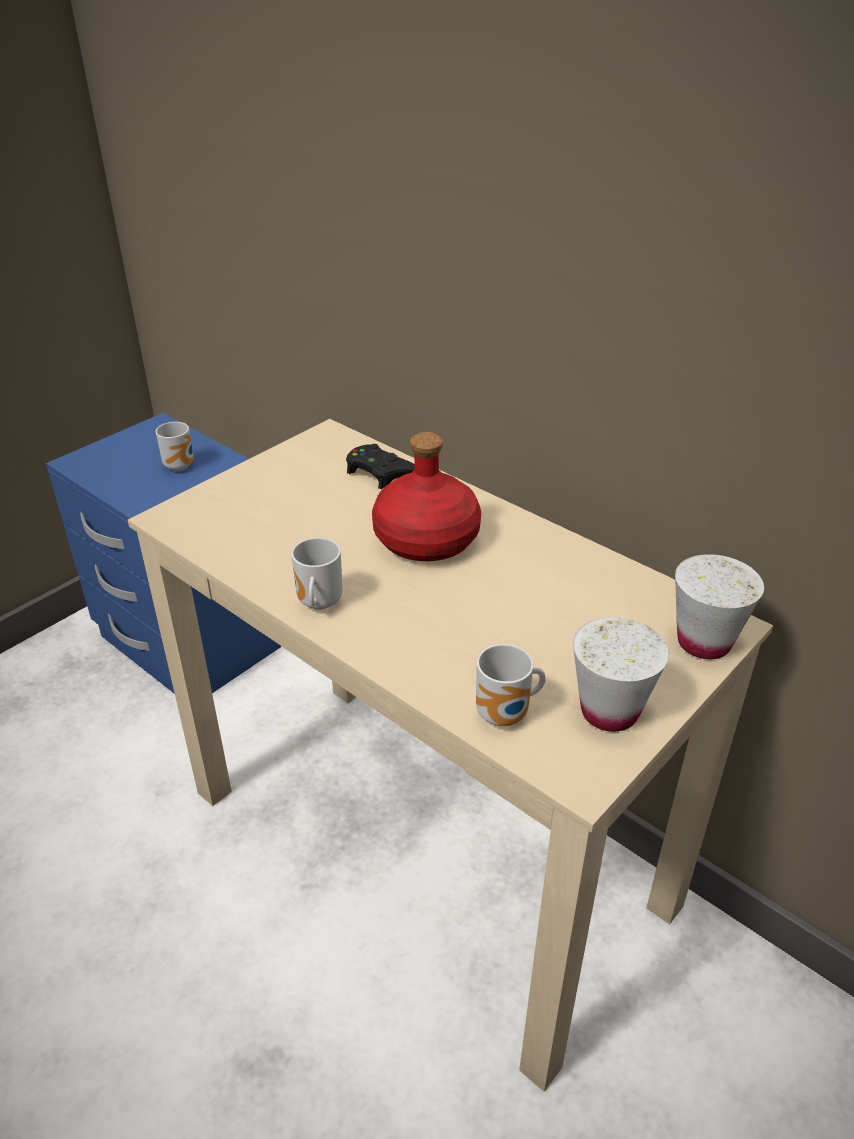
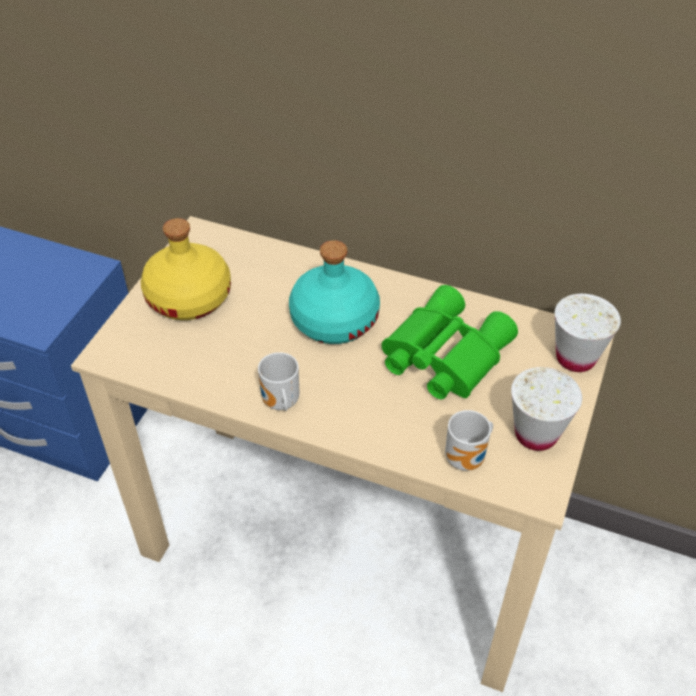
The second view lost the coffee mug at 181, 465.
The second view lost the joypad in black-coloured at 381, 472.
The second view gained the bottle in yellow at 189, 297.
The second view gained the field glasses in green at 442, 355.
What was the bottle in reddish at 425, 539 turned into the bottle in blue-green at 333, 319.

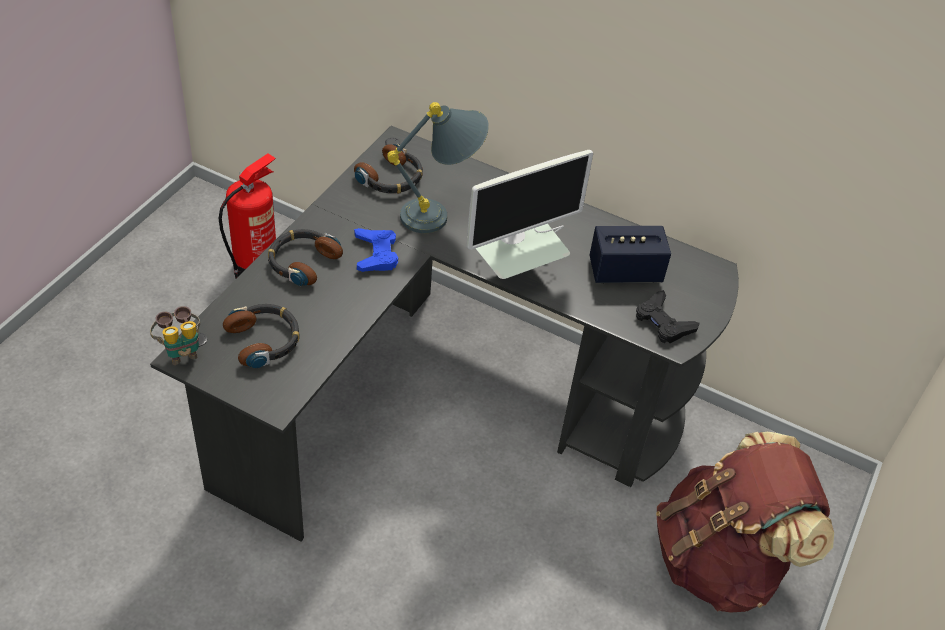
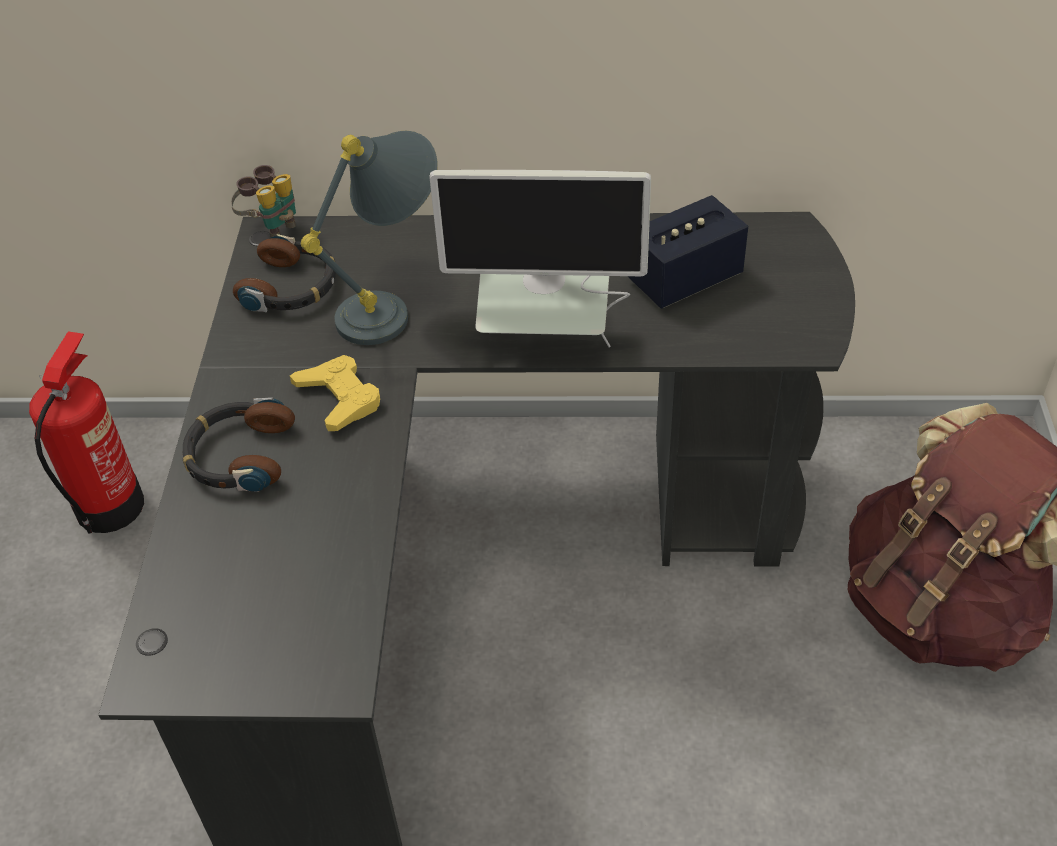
The second view lost the pair of headphones at 264, 340.
The second view lost the joypad in black-coloured at 663, 322.
The field glasses ended up elsewhere, having gone from 181, 350 to 271, 227.
What was the joypad in bluish at 376, 254 turned into the joypad in yellow at 339, 398.
The monitor at 513, 275 ended up facing another way, 60 degrees clockwise from before.

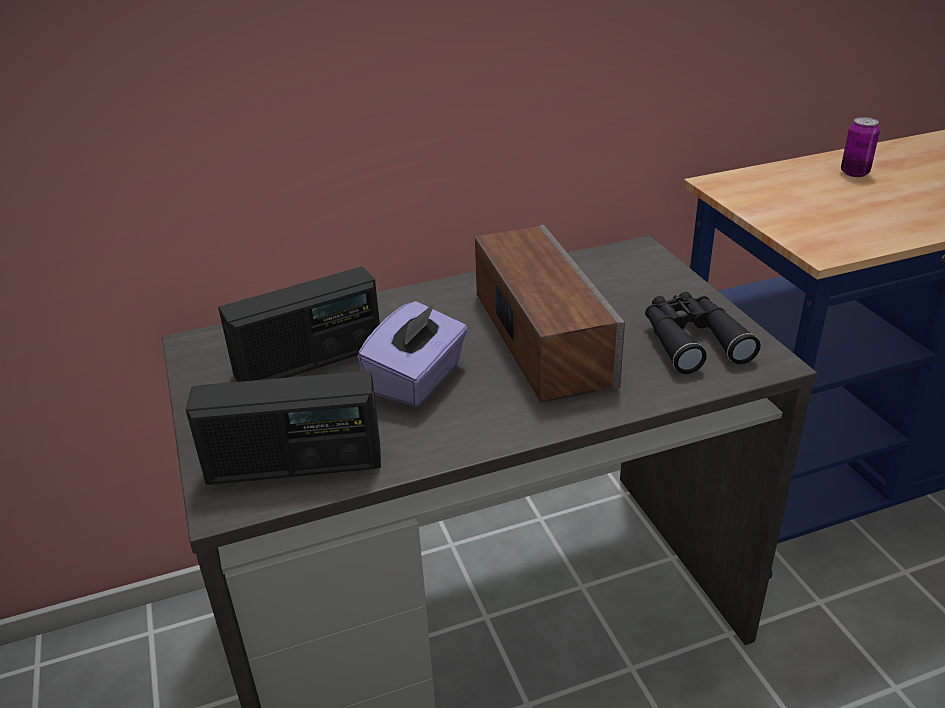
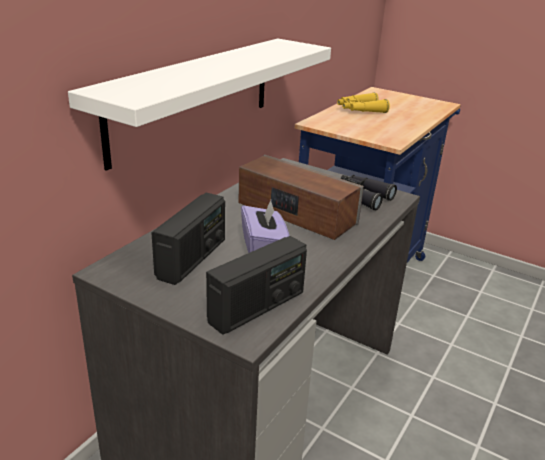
The second view gained the bracket shelf in whitish at 194, 97.
Where the sealed can stood at 854, 173, the field glasses in yellow came to stand at 360, 110.

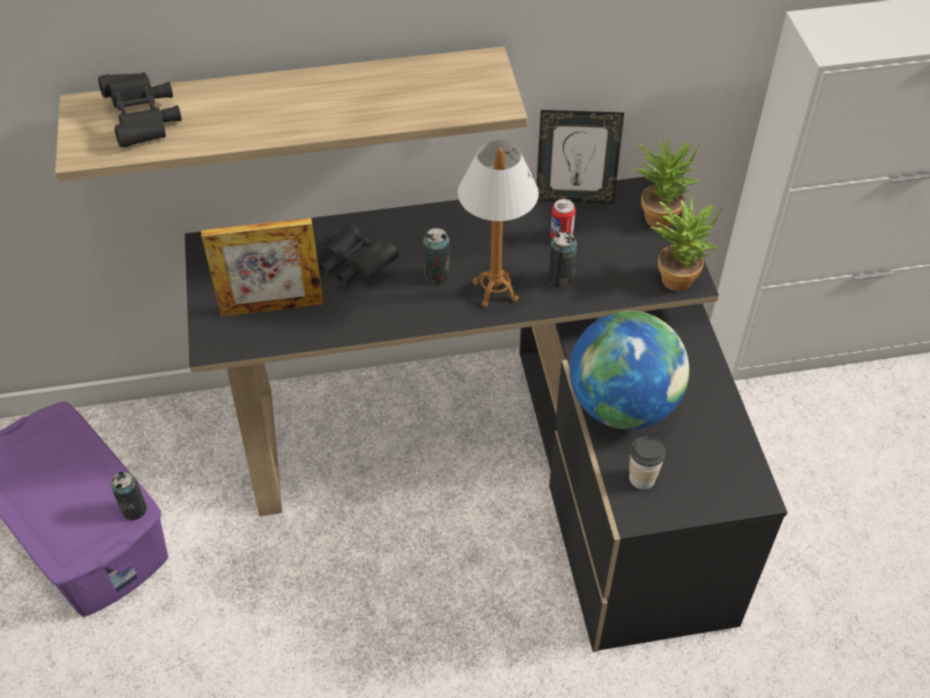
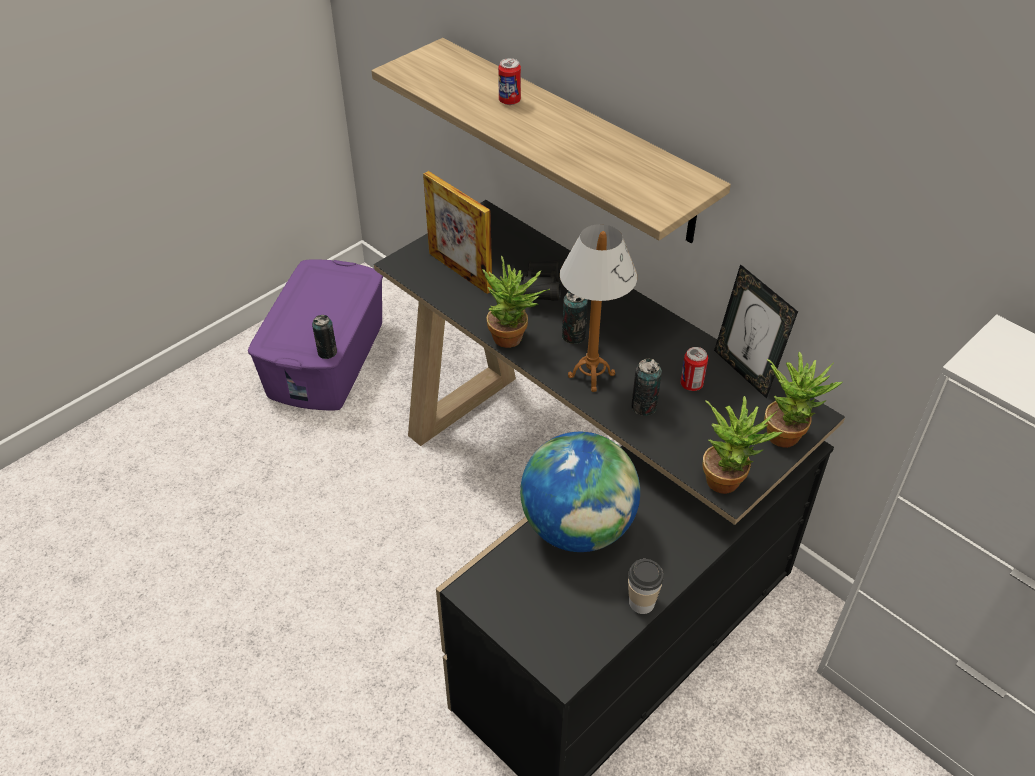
The second view lost the field glasses in black-coloured at 144, 121.
The second view gained the plant in a pot at 513, 339.
The second view gained the sealed can at 509, 101.
The small cup ended up elsewhere, having gone from 642, 478 to 641, 602.

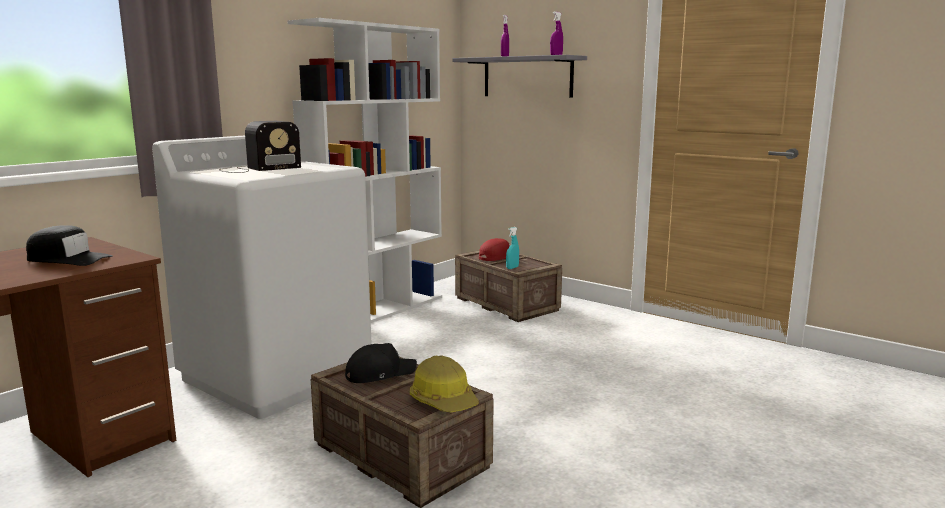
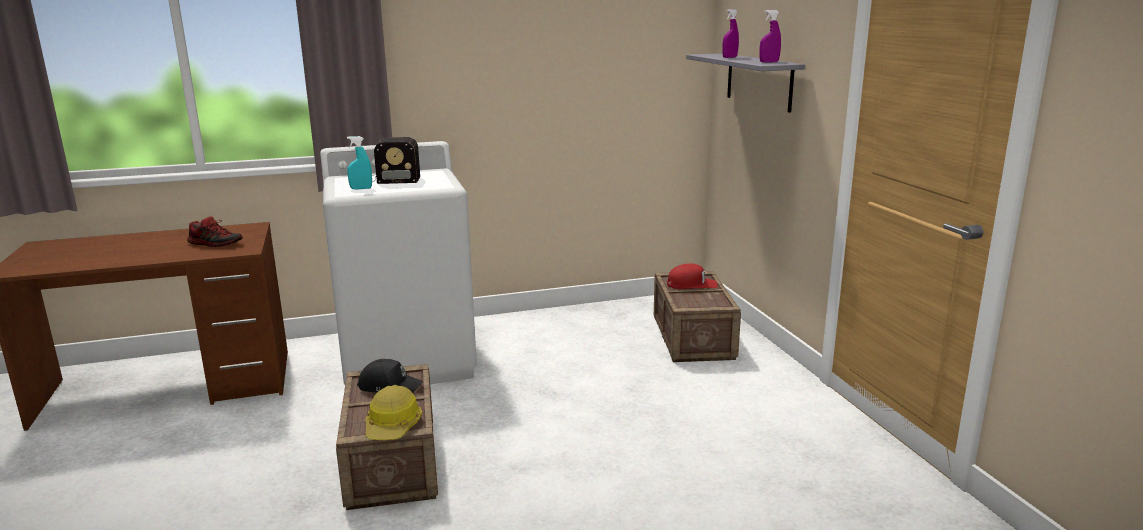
The second view lost the bookshelf in whitish at 378, 310.
The sprayer in blue-green ended up elsewhere, having gone from 512, 268 to 361, 188.
Where the baseball cap in black-coloured stood at 68, 259, the shoe came to stand at 215, 243.

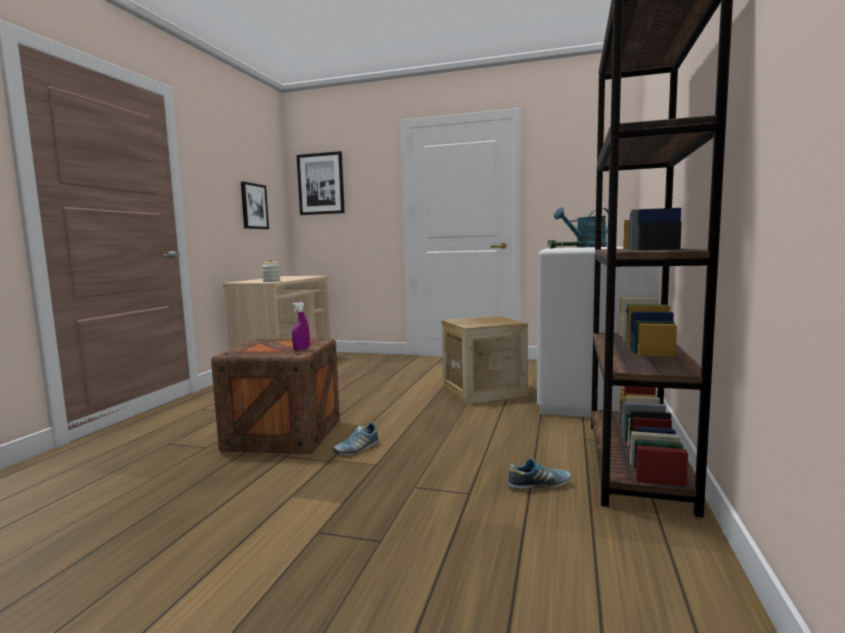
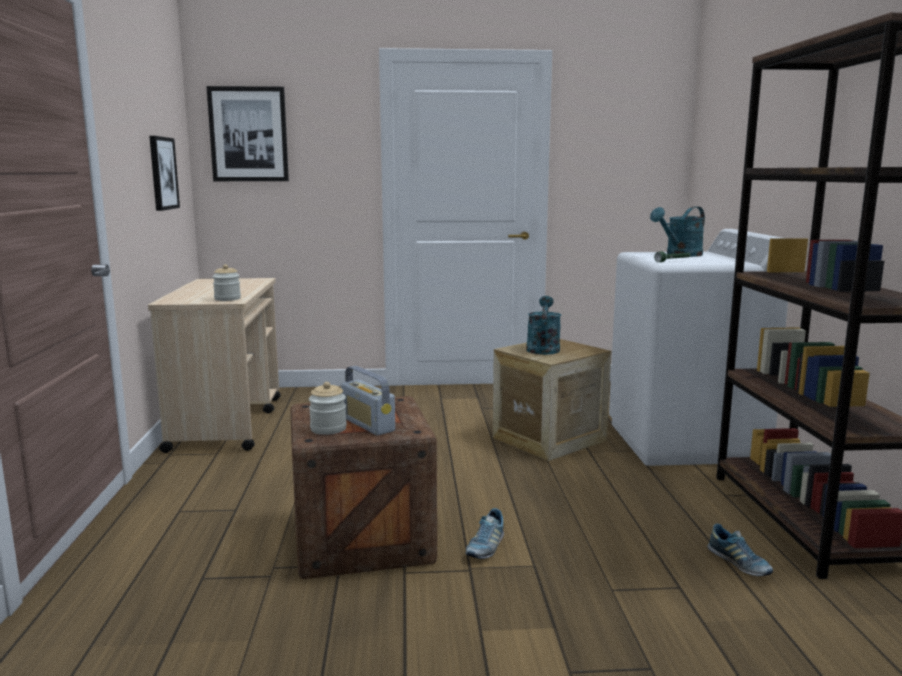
The second view lost the sprayer in purple at 301, 349.
The second view gained the jar at 328, 429.
The second view gained the radio set at 368, 424.
The second view gained the watering pot in blue-green at 543, 348.
The shoe at 539, 485 ended up facing another way, 90 degrees clockwise from before.

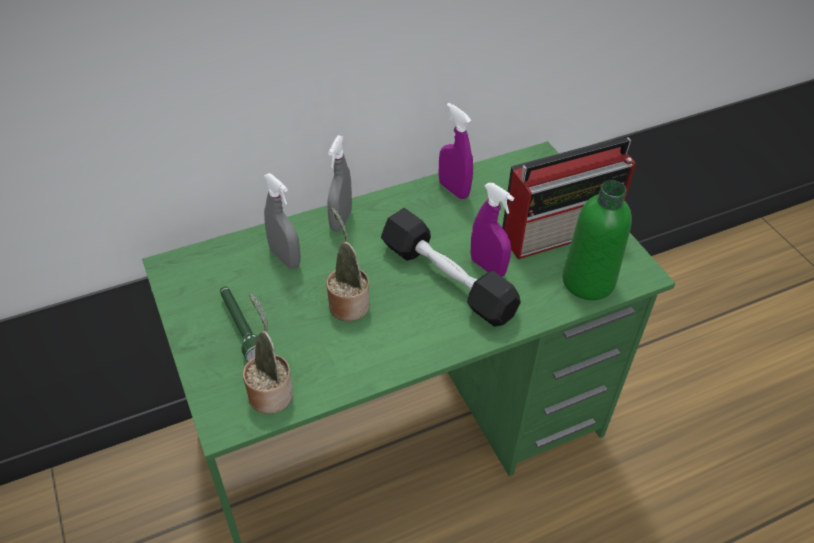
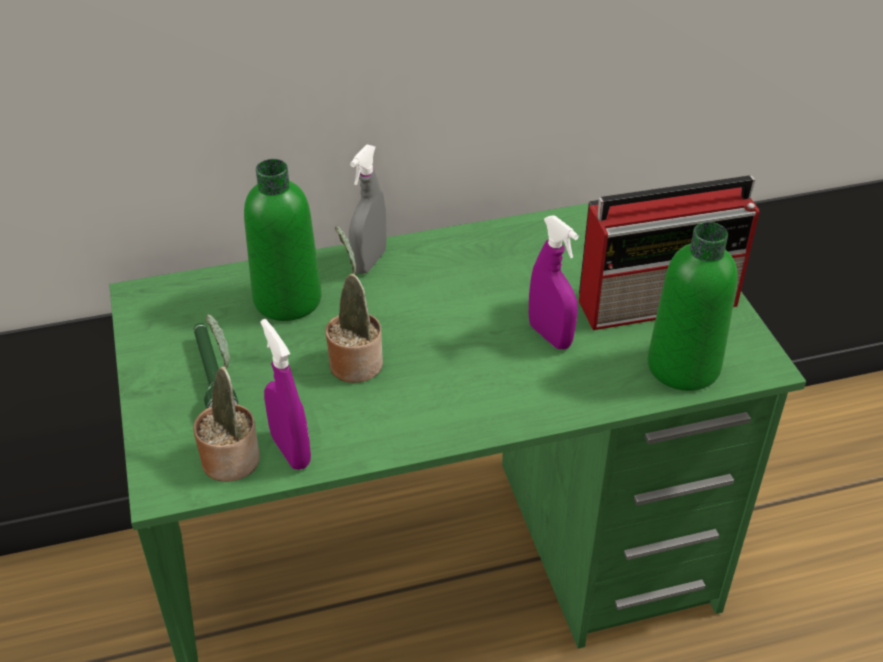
The second view lost the hand weight in black-coloured at 447, 279.
The sprayer in purple ended up elsewhere, having gone from 453, 190 to 290, 451.
Where the sprayer in grey stood at 285, 258, the bottle in green came to stand at 287, 300.

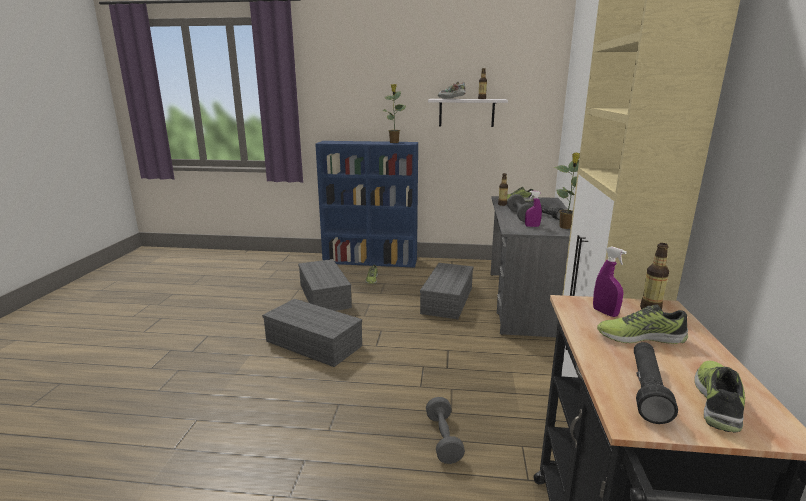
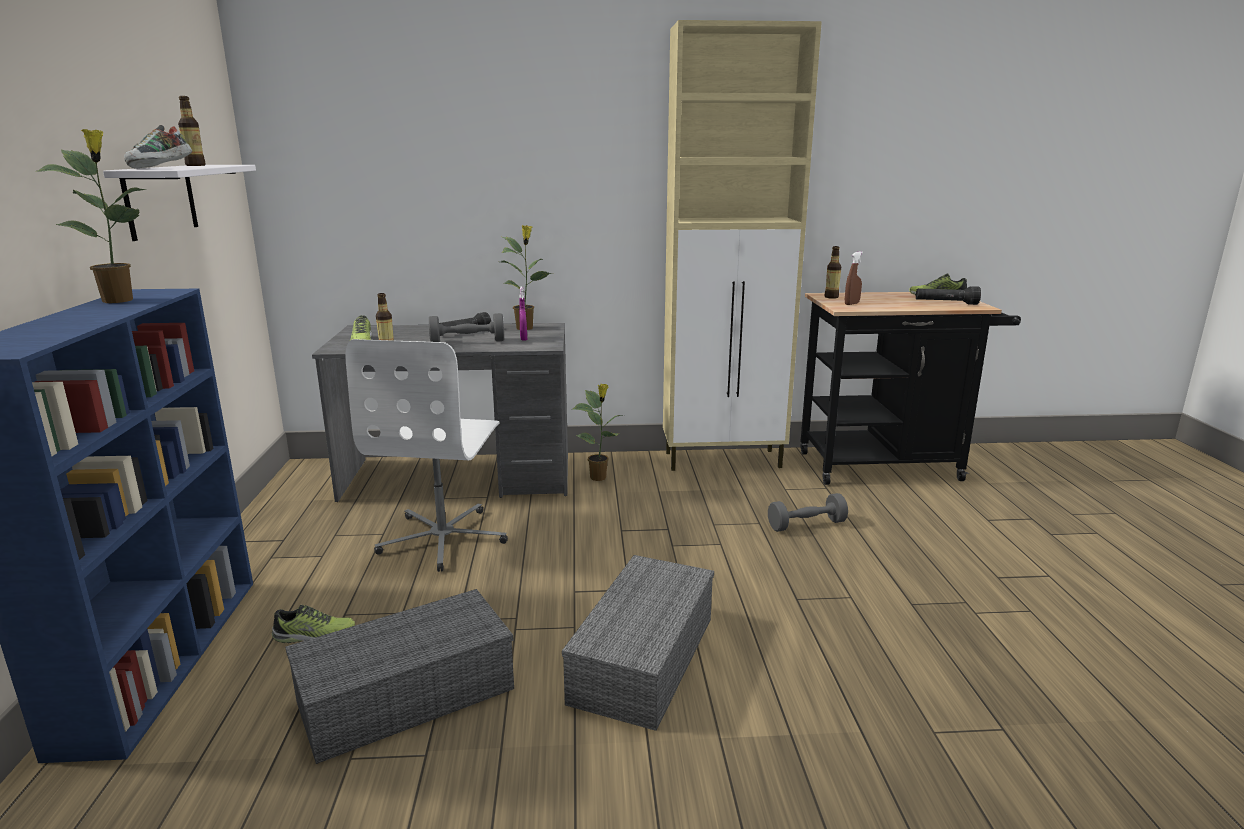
The second view lost the shoe at 639, 337.
The second view gained the plant in a pot at 599, 477.
Where the storage box in grey stood at 446, 299, the office chair in whitish came to stand at 444, 538.
What was the sprayer in purple at 605, 312 turned into the sprayer in brown-coloured at 851, 304.

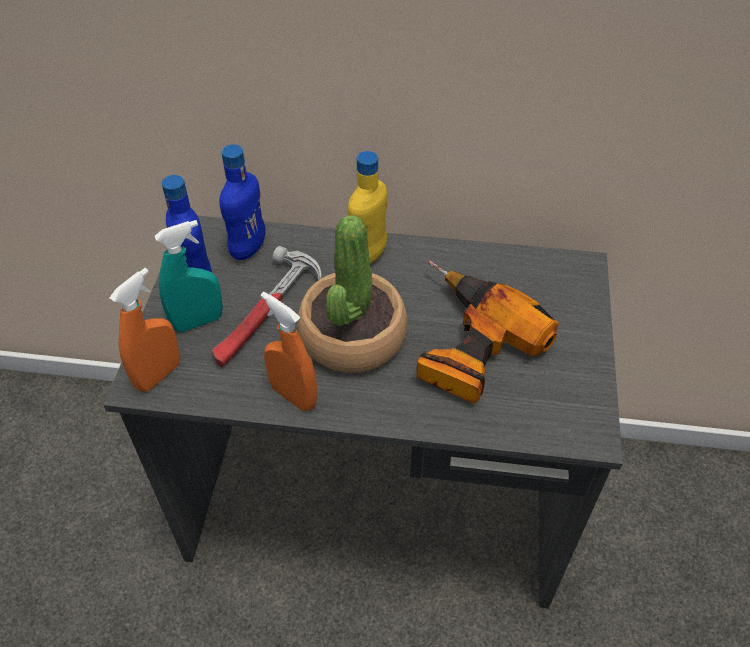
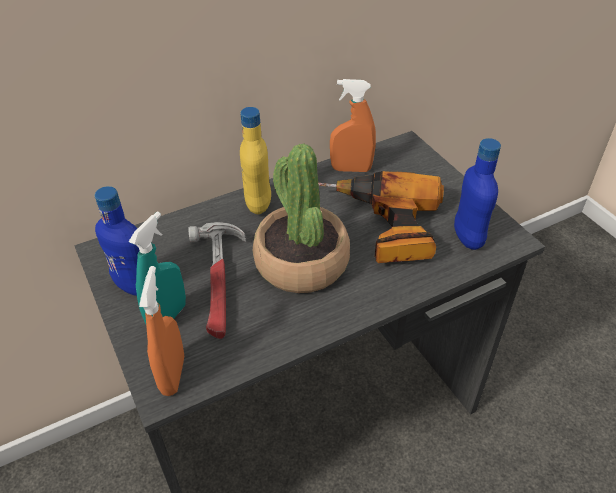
The bottle in bluish ended up elsewhere, having gone from 248, 248 to 468, 238.
The sprayer in orange ended up elsewhere, having gone from 293, 396 to 351, 169.

